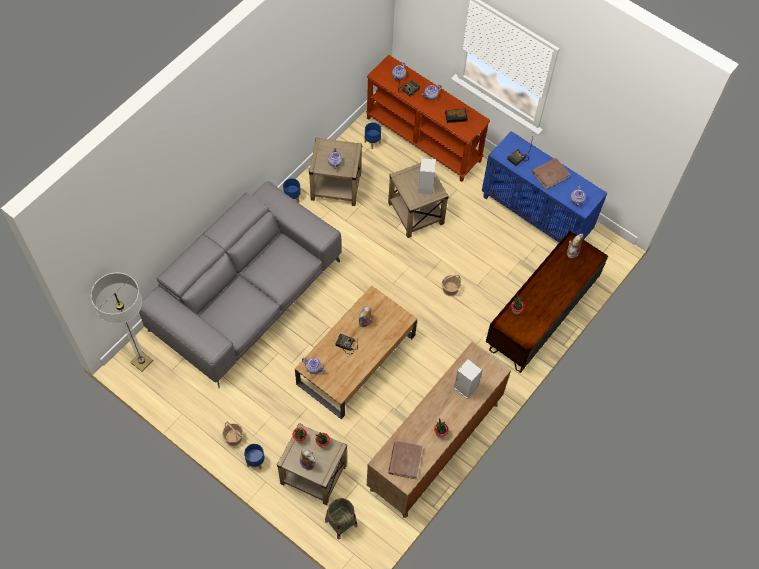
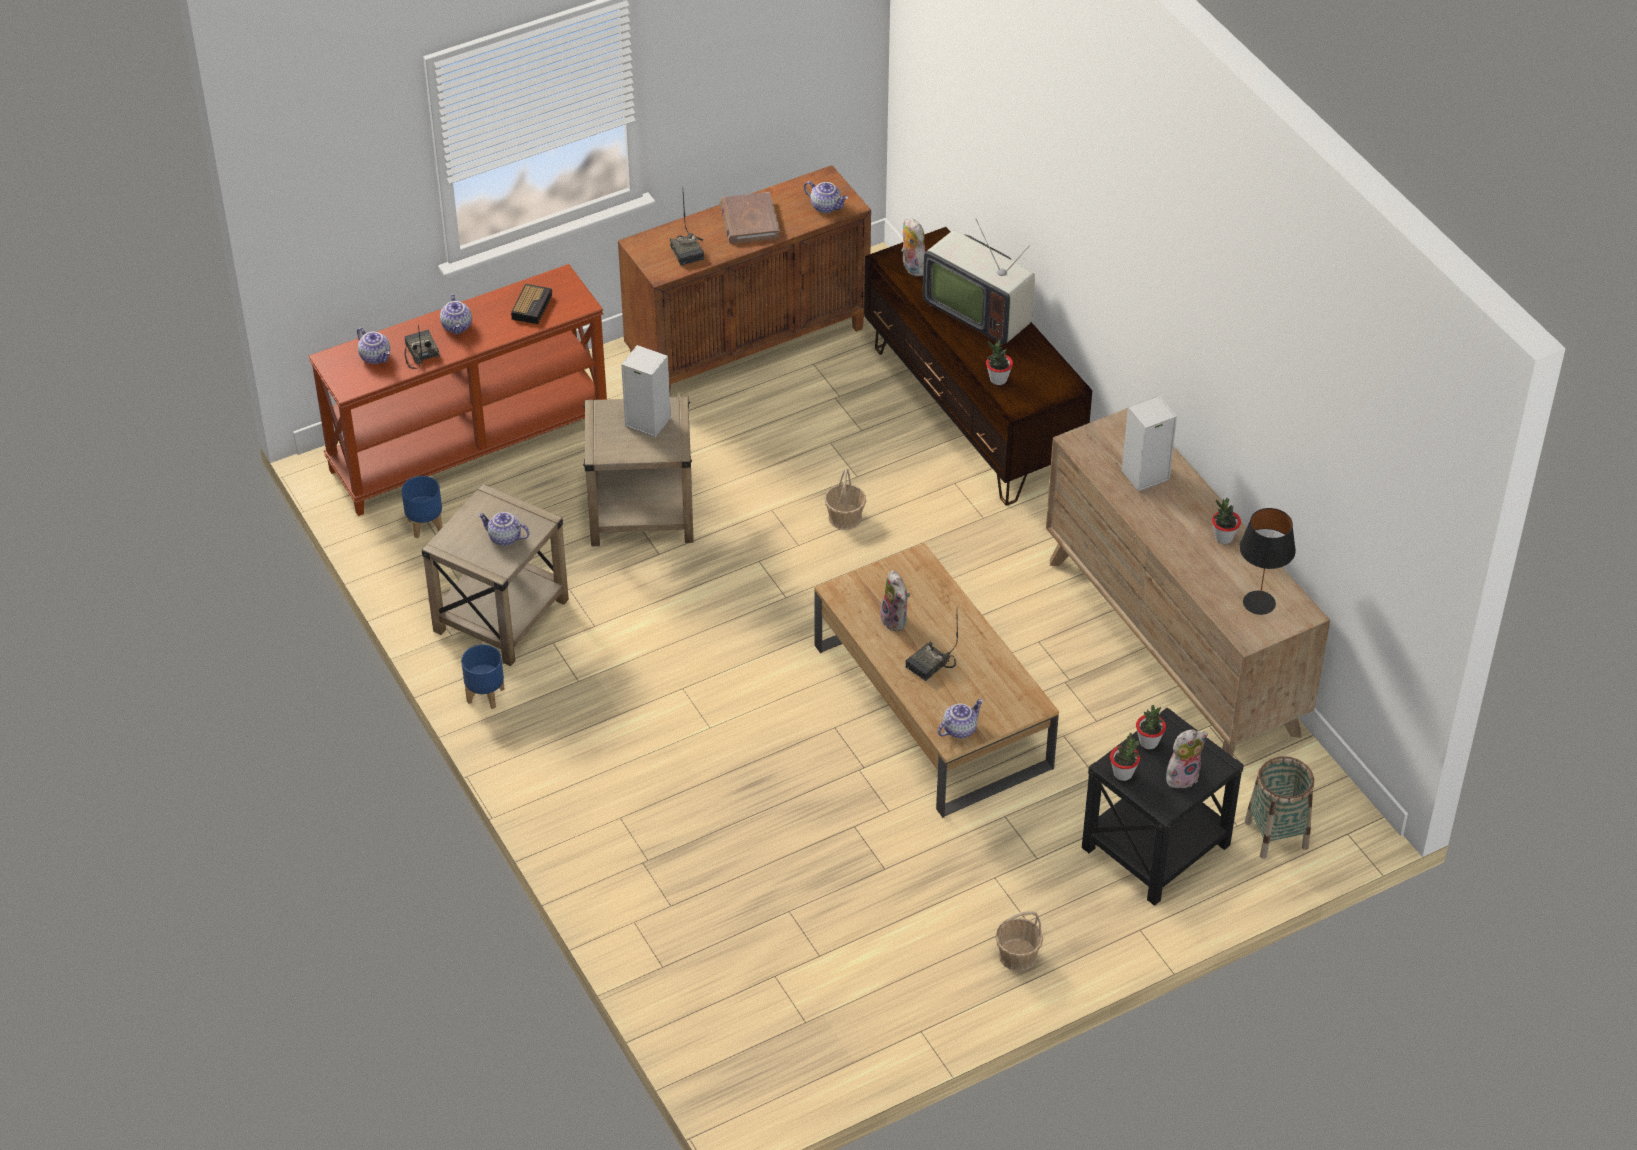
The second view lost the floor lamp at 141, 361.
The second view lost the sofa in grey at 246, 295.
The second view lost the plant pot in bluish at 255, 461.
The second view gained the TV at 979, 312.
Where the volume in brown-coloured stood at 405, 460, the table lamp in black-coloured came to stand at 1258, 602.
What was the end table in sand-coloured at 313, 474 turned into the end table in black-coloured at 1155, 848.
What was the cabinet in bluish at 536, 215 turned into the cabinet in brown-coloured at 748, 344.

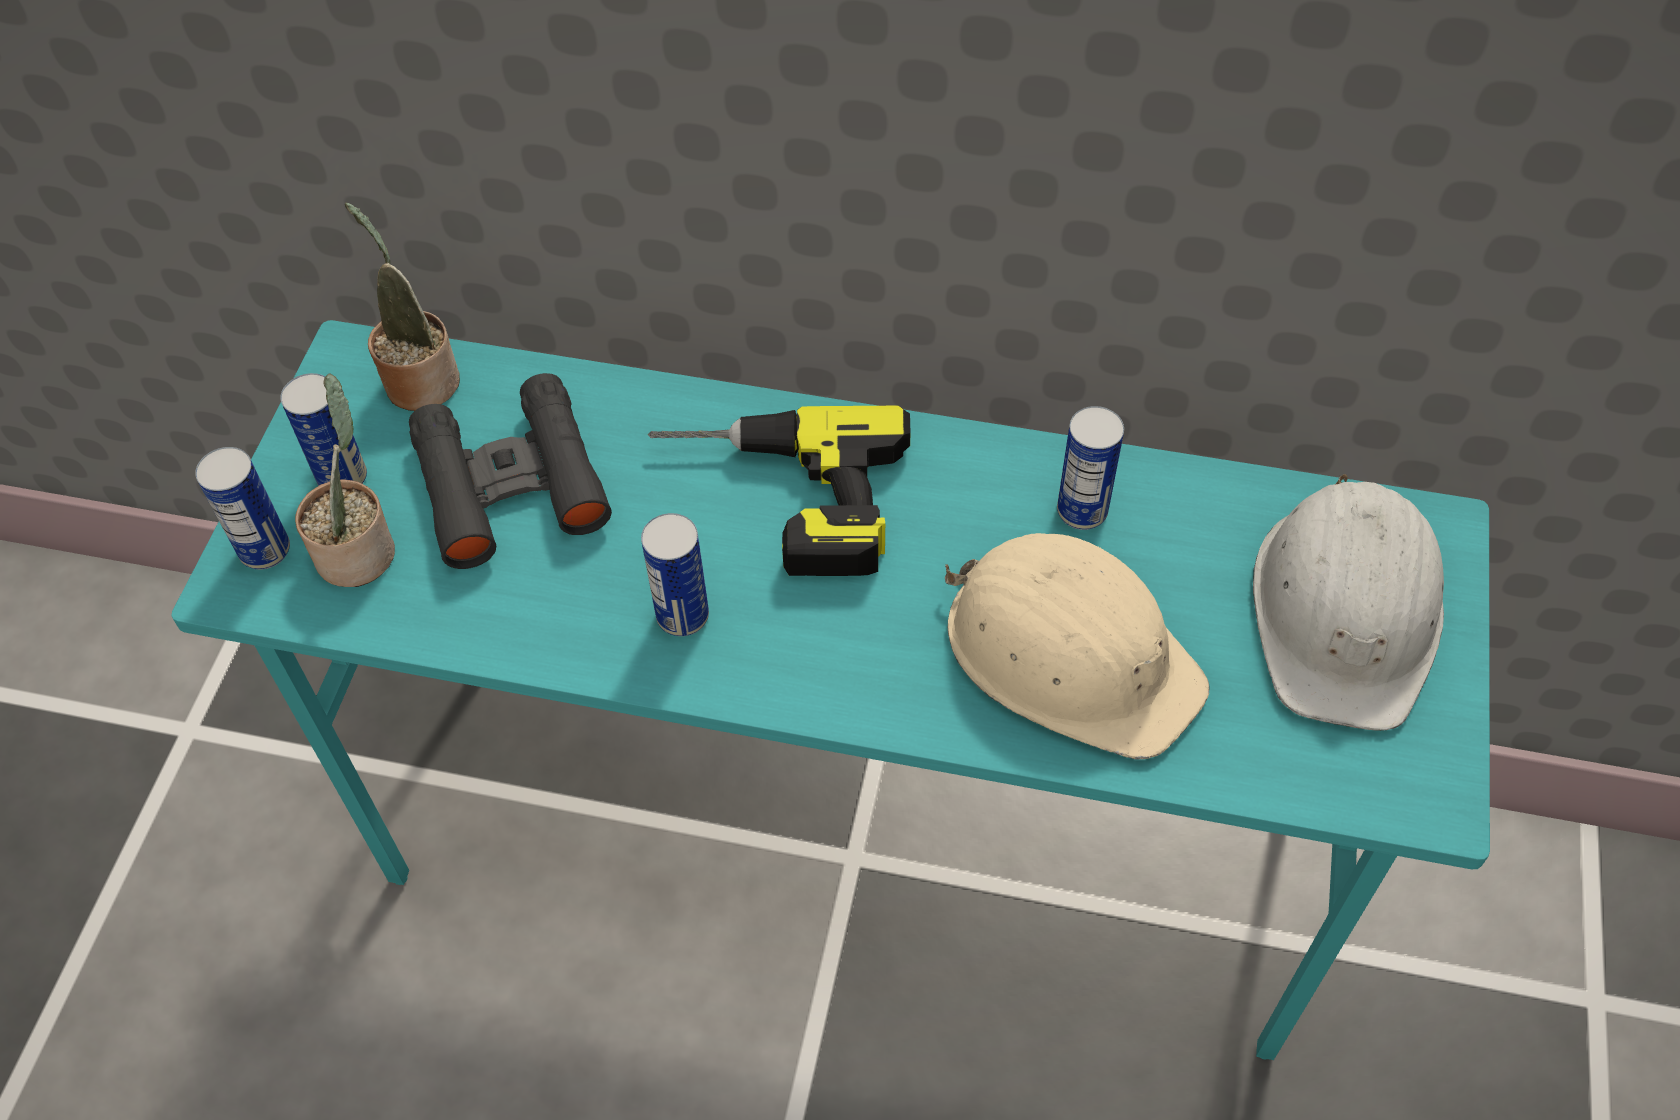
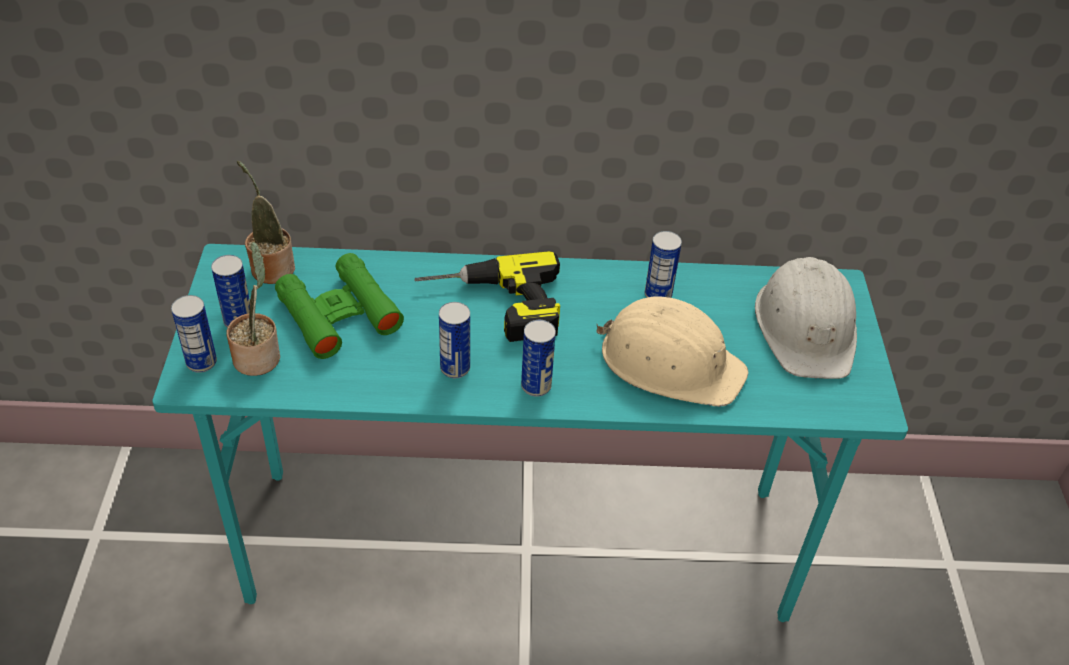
The second view gained the sealed can at 536, 386.
What was the field glasses in black-coloured at 511, 483 turned into the field glasses in green at 339, 314.

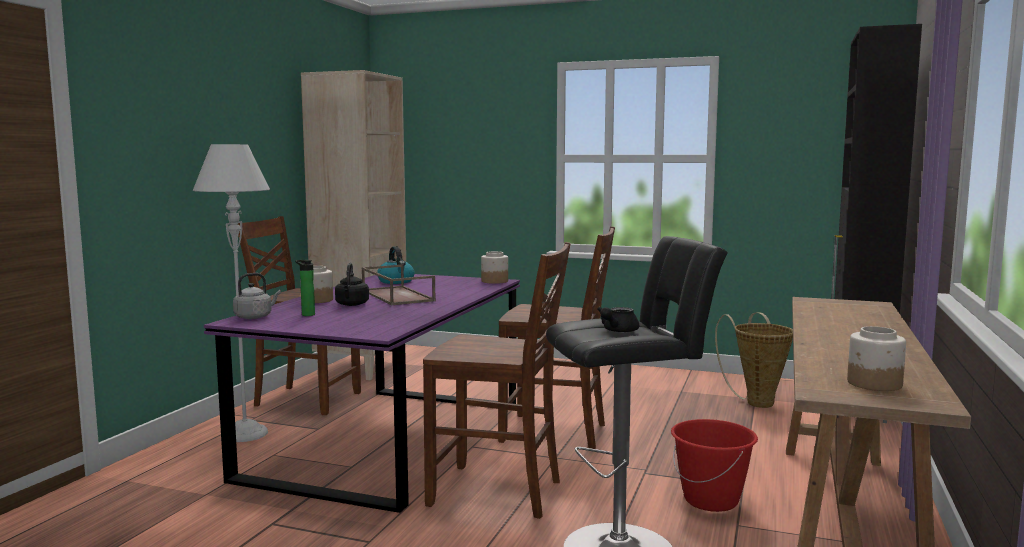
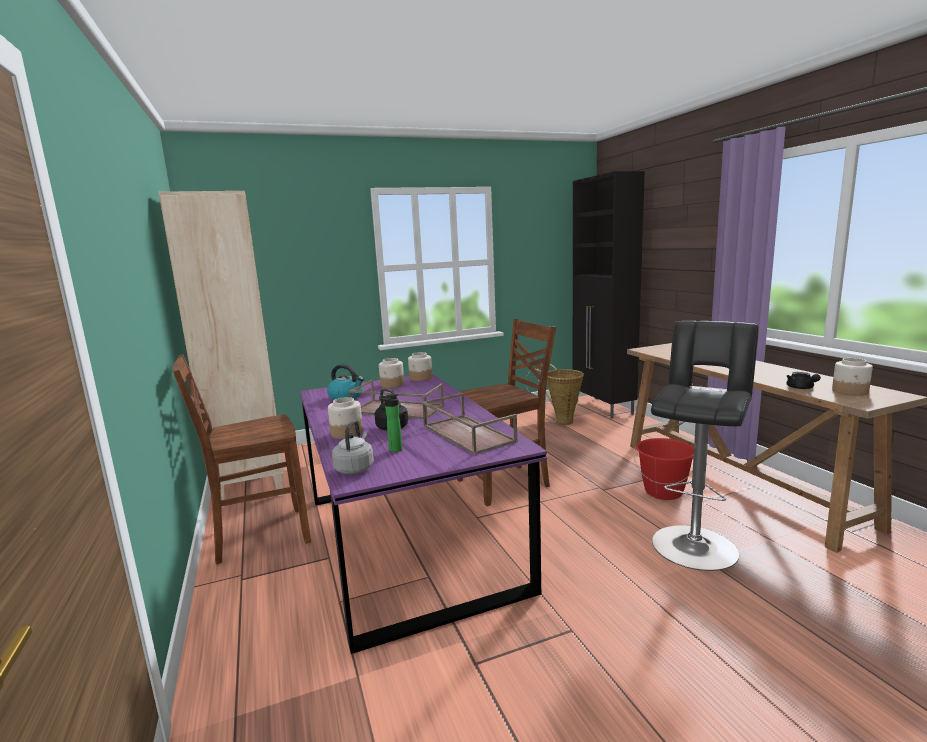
The second view lost the floor lamp in grey at 245, 434.
The second view lost the plain chair in brown-coloured at 498, 493.
The second view gained the jar at 392, 385.
The second view gained the carrying tray in brown-coloured at 466, 433.
The pot for tea in black-coloured ended up elsewhere, having gone from 617, 331 to 801, 388.

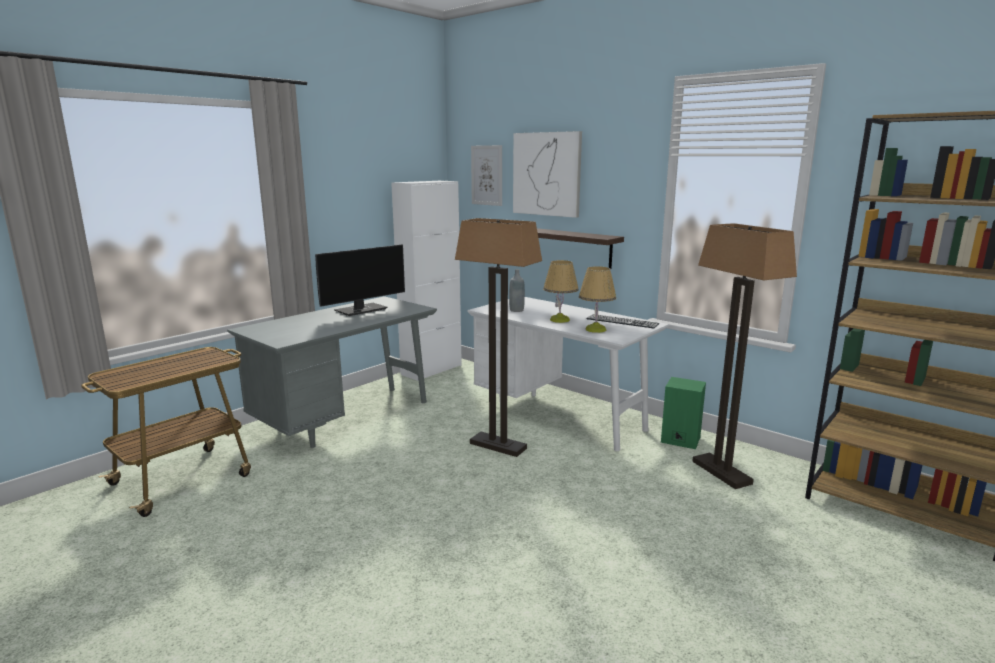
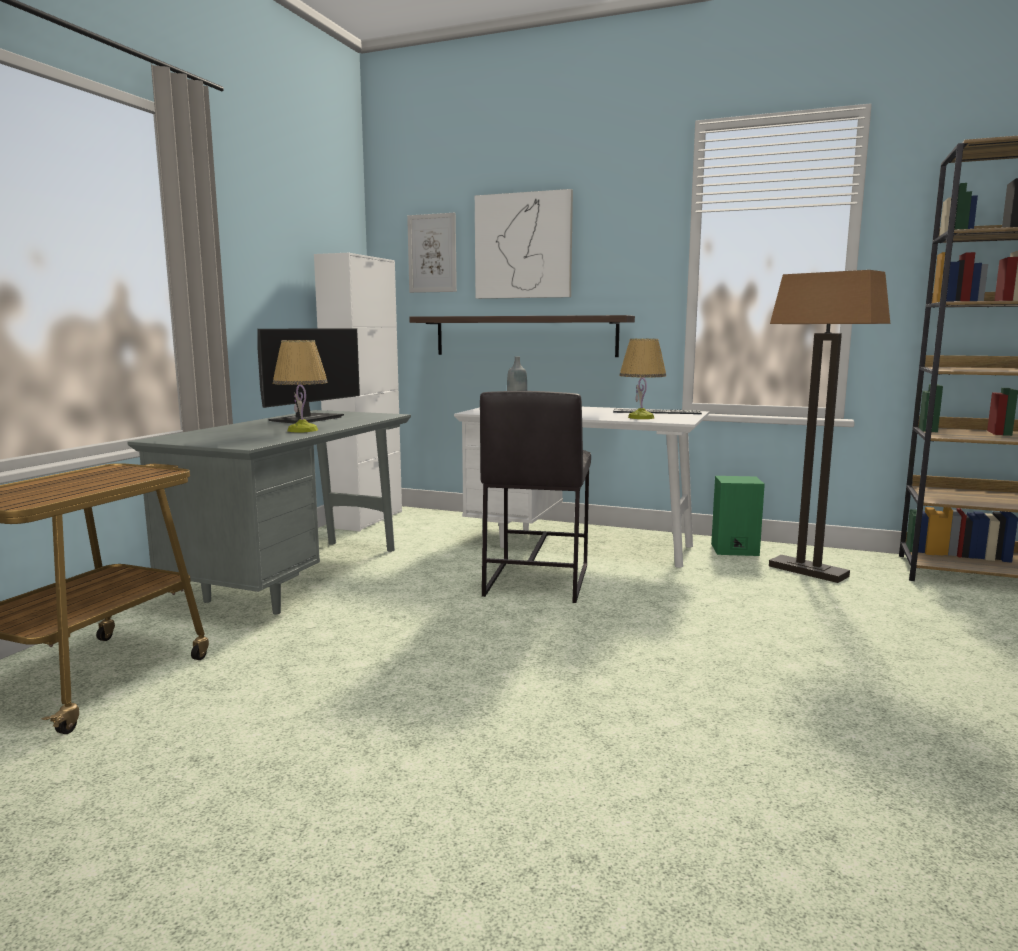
The table lamp ended up elsewhere, having gone from 559, 320 to 303, 430.
Where the floor lamp stood at 497, 446, the stool in grey came to stand at 535, 580.

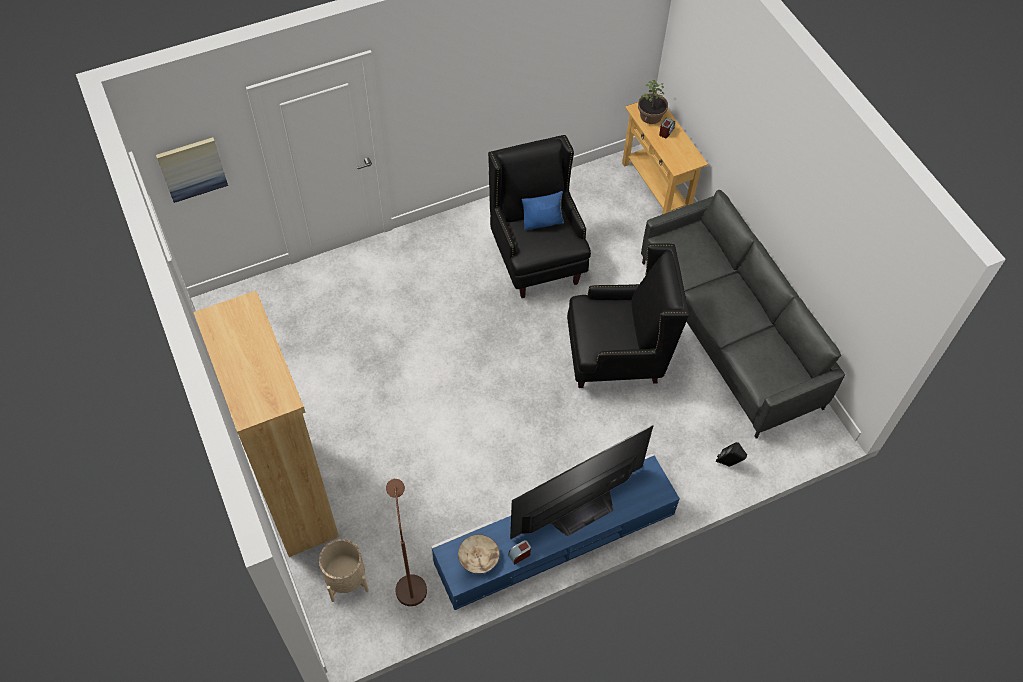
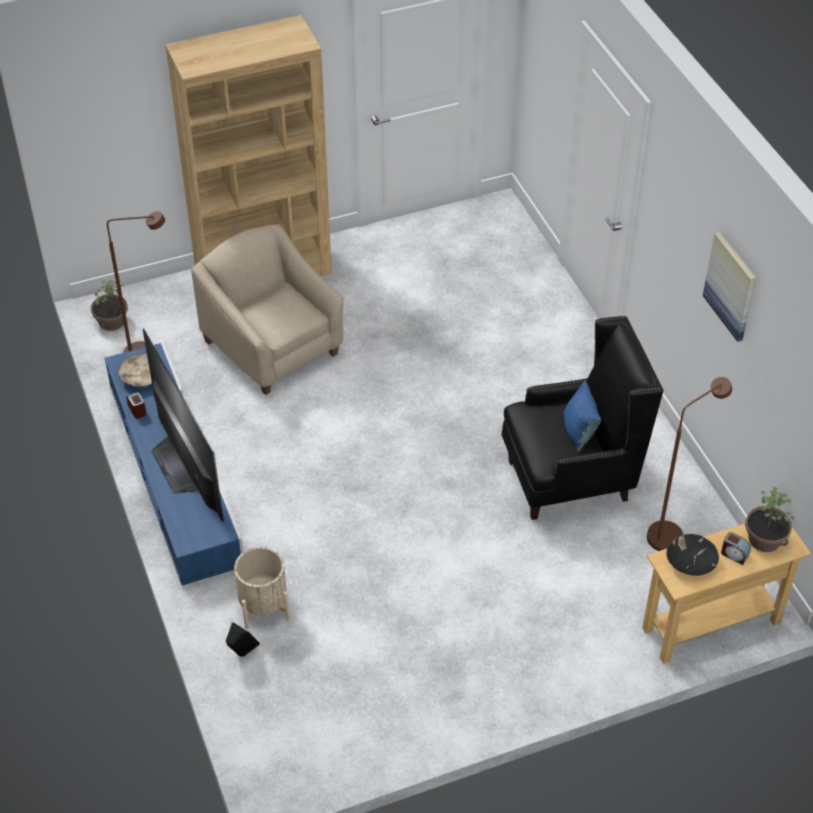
The second view lost the armchair in black-coloured at 615, 358.
The second view lost the sofa in grey at 727, 333.
The second view gained the plant in a pot at 111, 321.
The second view gained the armchair in sand-coloured at 273, 347.
The second view gained the floor lamp in brown-coloured at 672, 533.
The second view gained the serving bowl in black-coloured at 691, 562.
The wall art ended up elsewhere, having gone from 192, 169 to 731, 286.
The plant pot in sand-coloured ended up elsewhere, having gone from 346, 579 to 263, 607.

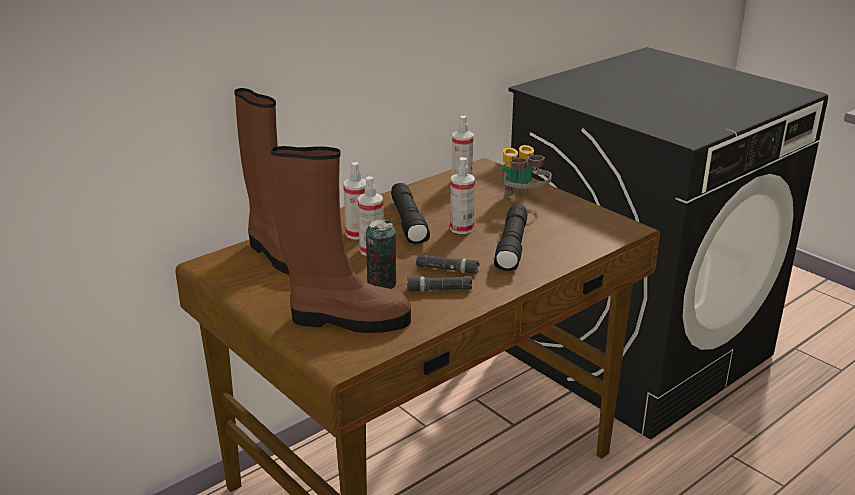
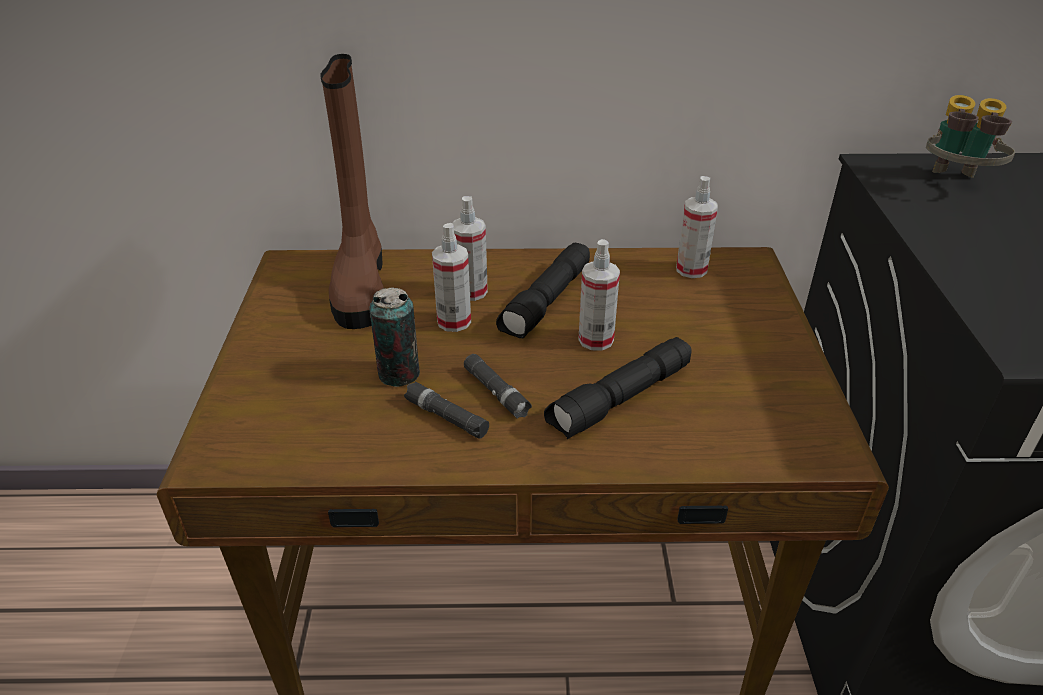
The second view lost the high-top boot in brown-coloured at 347, 319.
The field glasses ended up elsewhere, having gone from 522, 200 to 954, 183.

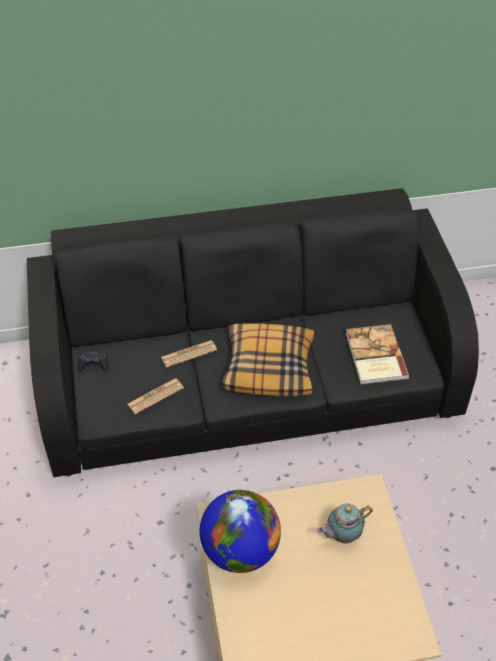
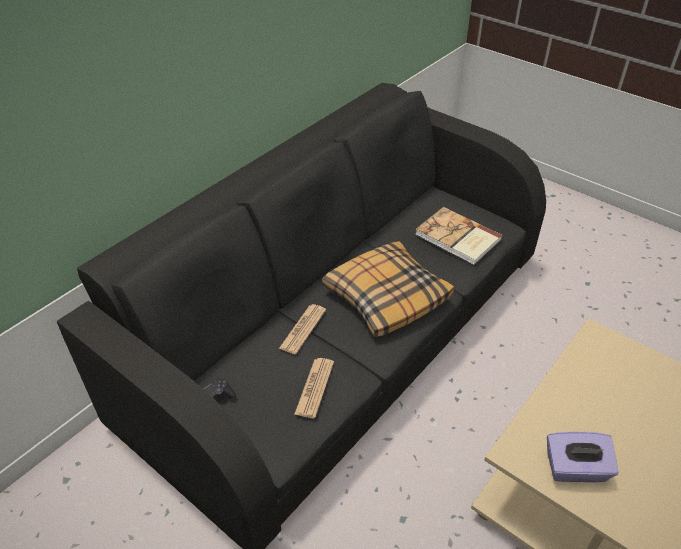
The second view lost the pot for tea at 342, 535.
Where the world globe stood at 240, 550, the tissue box in purple came to stand at 575, 469.

